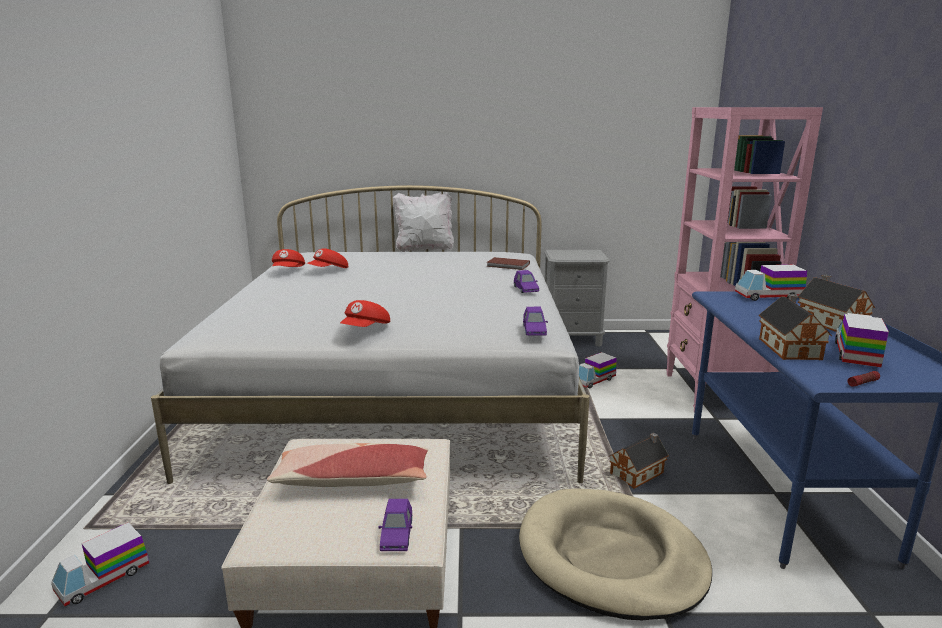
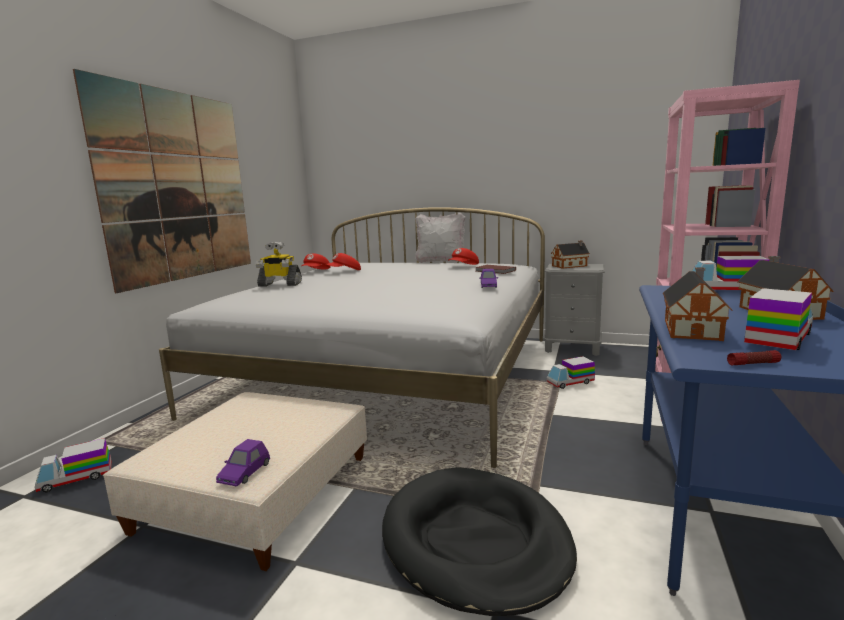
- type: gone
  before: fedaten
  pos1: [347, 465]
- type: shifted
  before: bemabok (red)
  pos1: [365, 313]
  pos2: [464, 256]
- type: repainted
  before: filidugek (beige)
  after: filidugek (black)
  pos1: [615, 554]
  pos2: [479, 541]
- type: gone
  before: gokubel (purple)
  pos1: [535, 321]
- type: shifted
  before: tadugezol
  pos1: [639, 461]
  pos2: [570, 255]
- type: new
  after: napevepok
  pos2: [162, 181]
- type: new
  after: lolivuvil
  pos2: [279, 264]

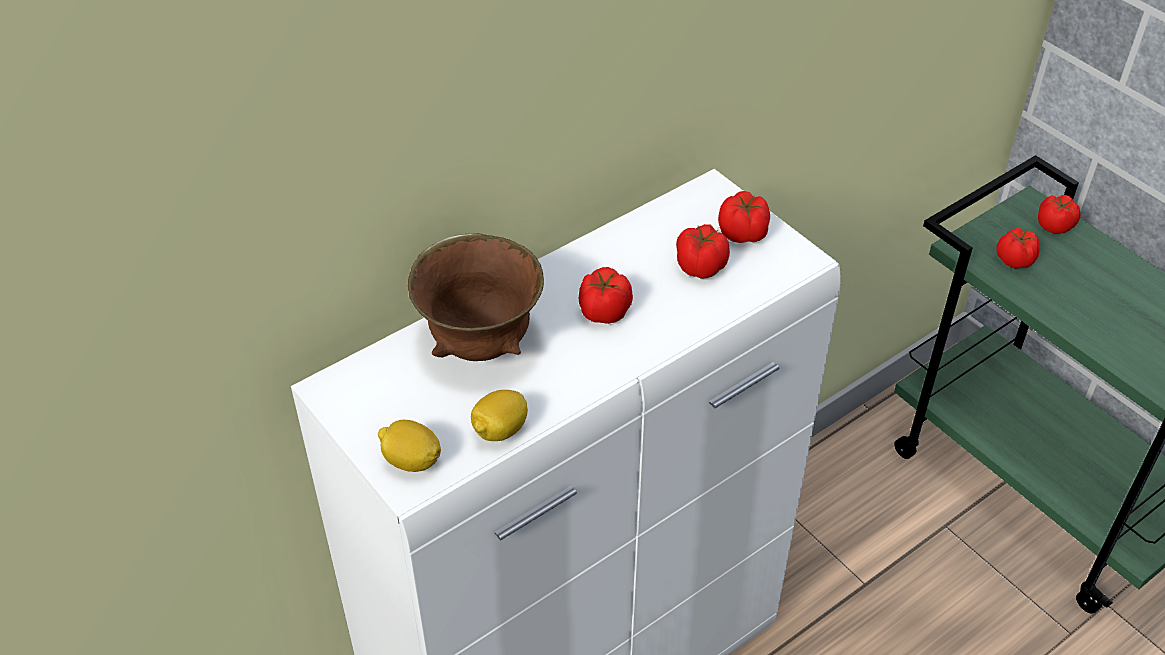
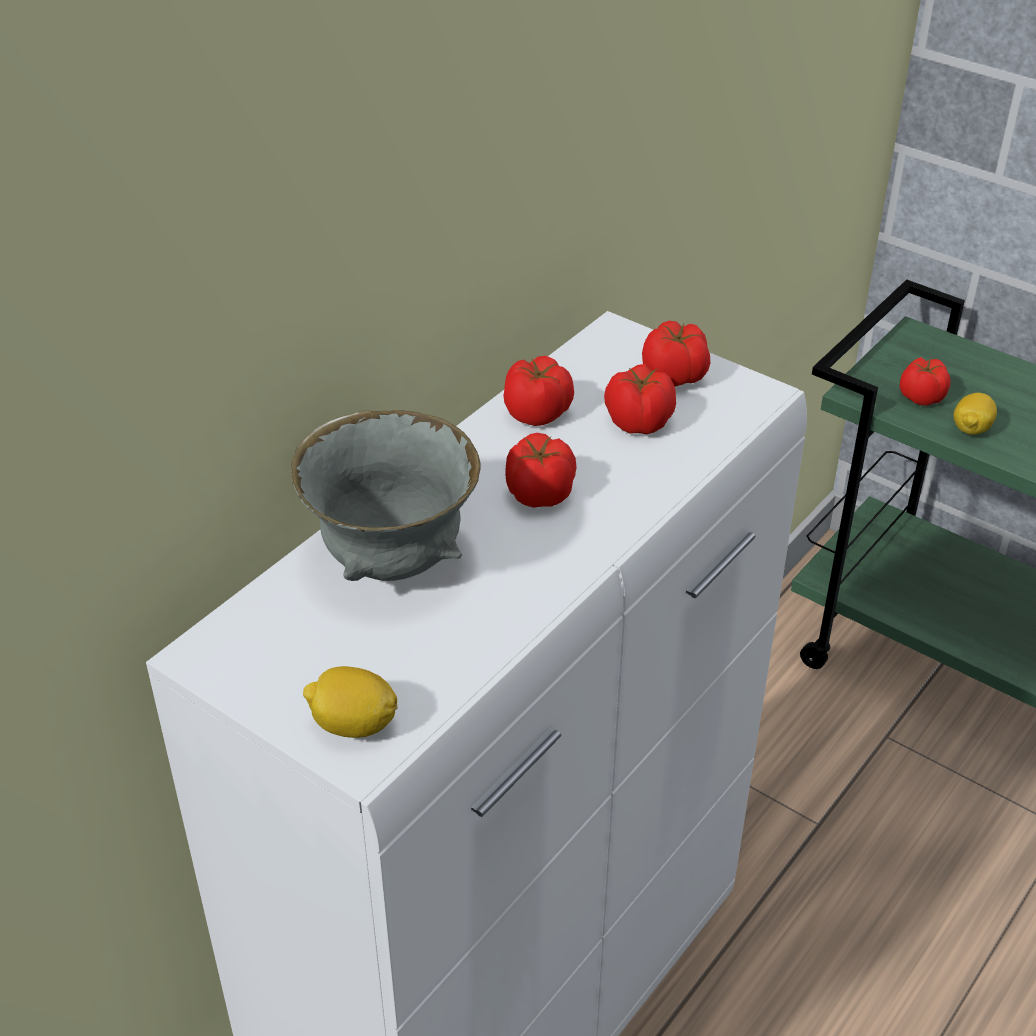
- type: repainted
  before: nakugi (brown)
  after: nakugi (grey)
  pos1: [476, 297]
  pos2: [386, 495]
- type: shifted
  before: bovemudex
  pos1: [499, 415]
  pos2: [975, 414]
- type: shifted
  before: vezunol
  pos1: [1059, 214]
  pos2: [538, 391]

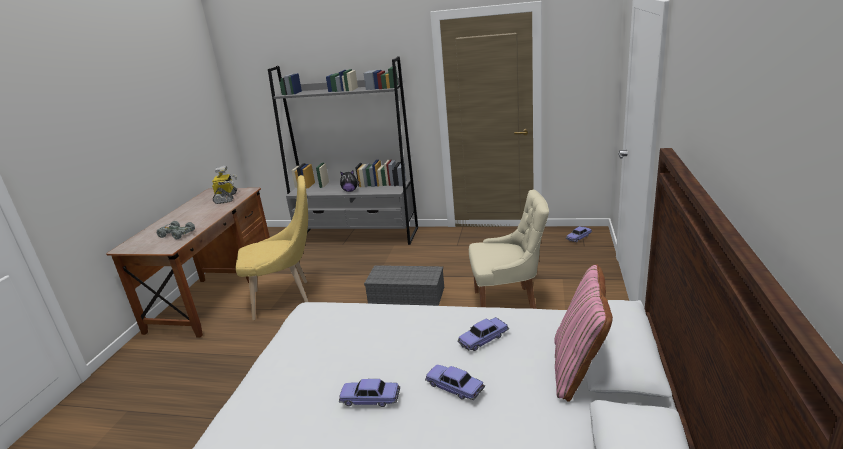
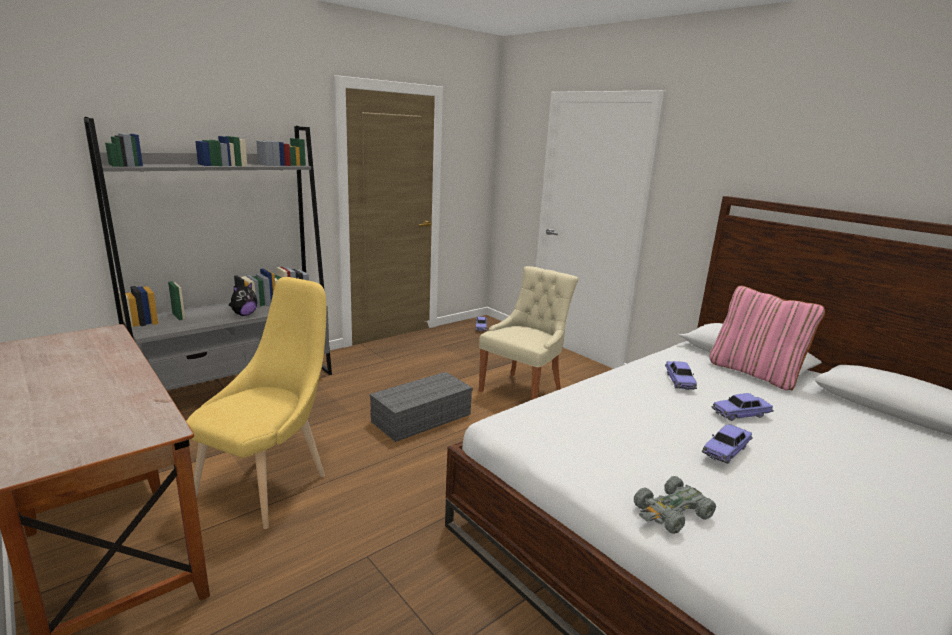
- type: shifted
  before: gokubel (grey)
  pos1: [176, 230]
  pos2: [675, 505]
- type: gone
  before: lolivuvil
  pos1: [224, 185]

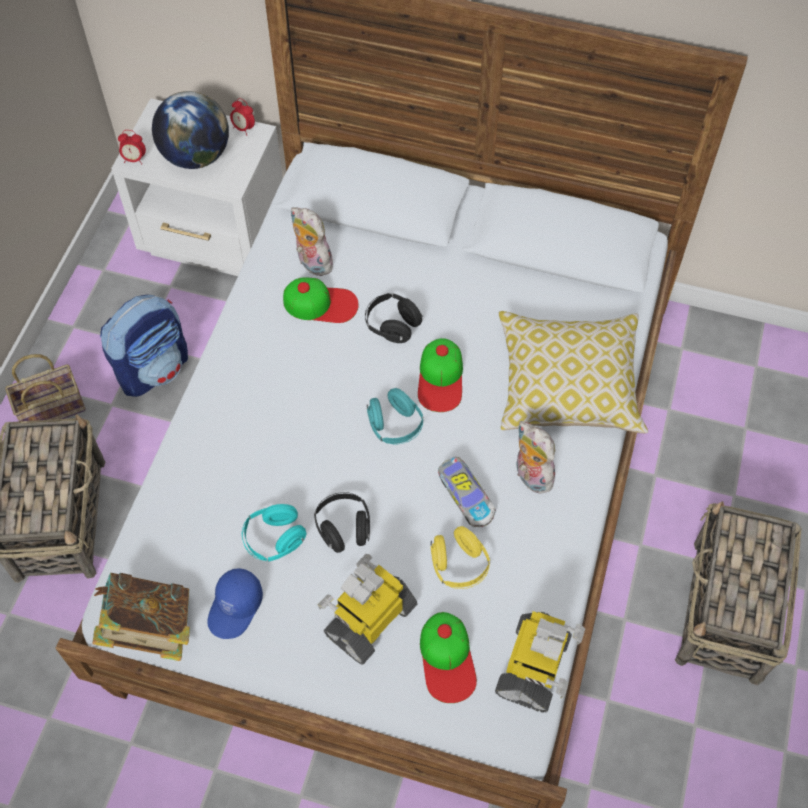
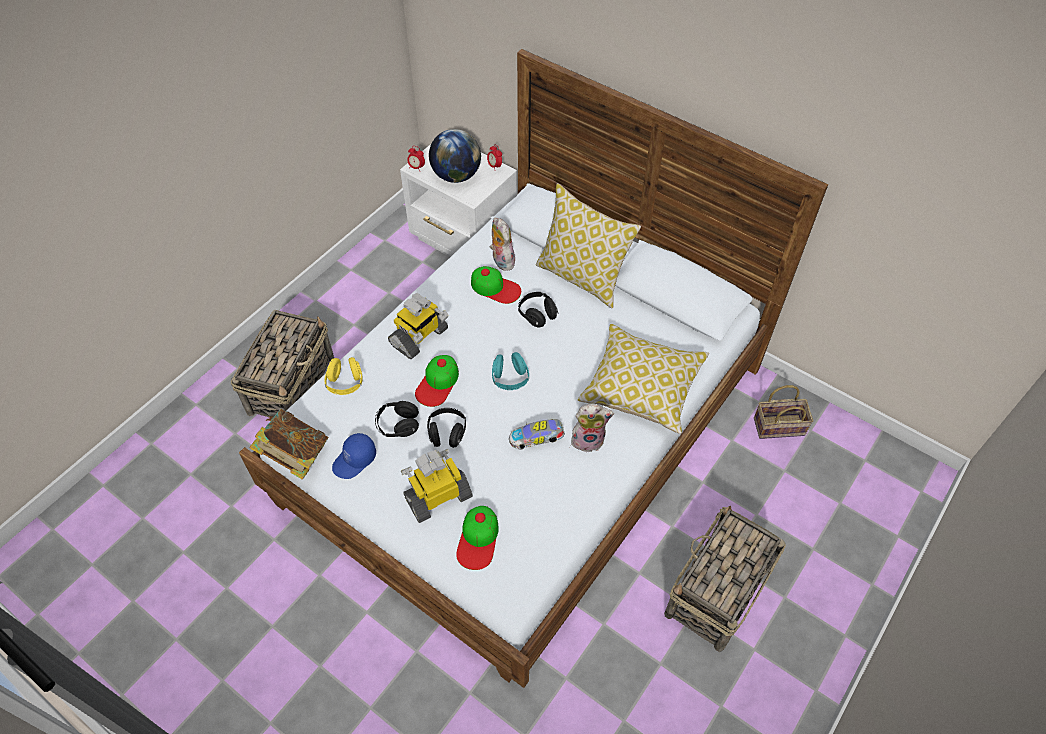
- type: shifted
  before: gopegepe
  pos1: [45, 387]
  pos2: [783, 412]
- type: gone
  before: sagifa
  pos1: [144, 346]
- type: repainted
  before: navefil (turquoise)
  after: navefil (black)
  pos1: [274, 533]
  pos2: [397, 419]
- type: shifted
  before: bemabok
  pos1: [440, 375]
  pos2: [437, 381]
- type: shifted
  before: navefil (yellow)
  pos1: [460, 557]
  pos2: [343, 376]
- type: rotated
  before: gokubel
  pos1: [467, 492]
  pos2: [537, 434]
  turn: 90
- type: shifted
  before: lolivuvil
  pos1: [540, 662]
  pos2: [418, 326]
- type: rotated
  before: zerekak
  pos1: [537, 457]
  pos2: [592, 428]
  turn: 105
- type: new
  after: fedaten
  pos2: [588, 245]

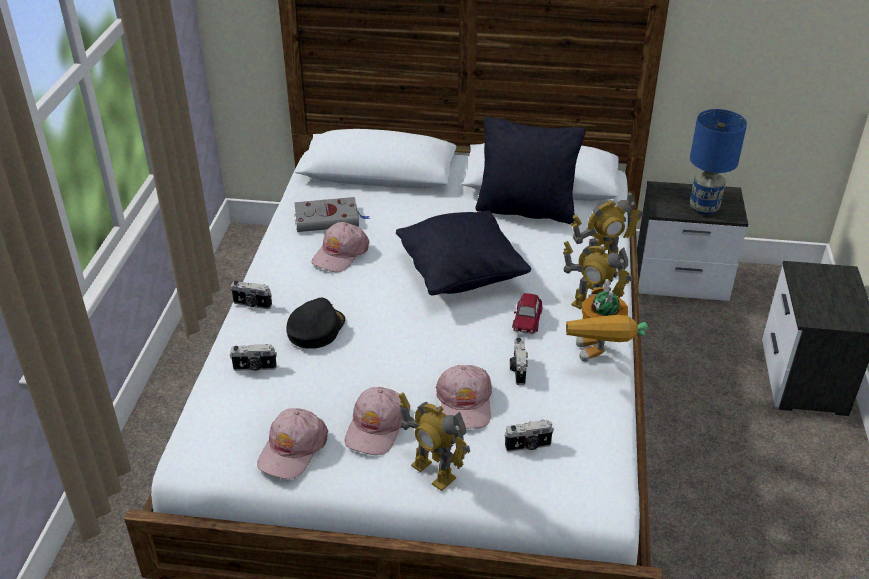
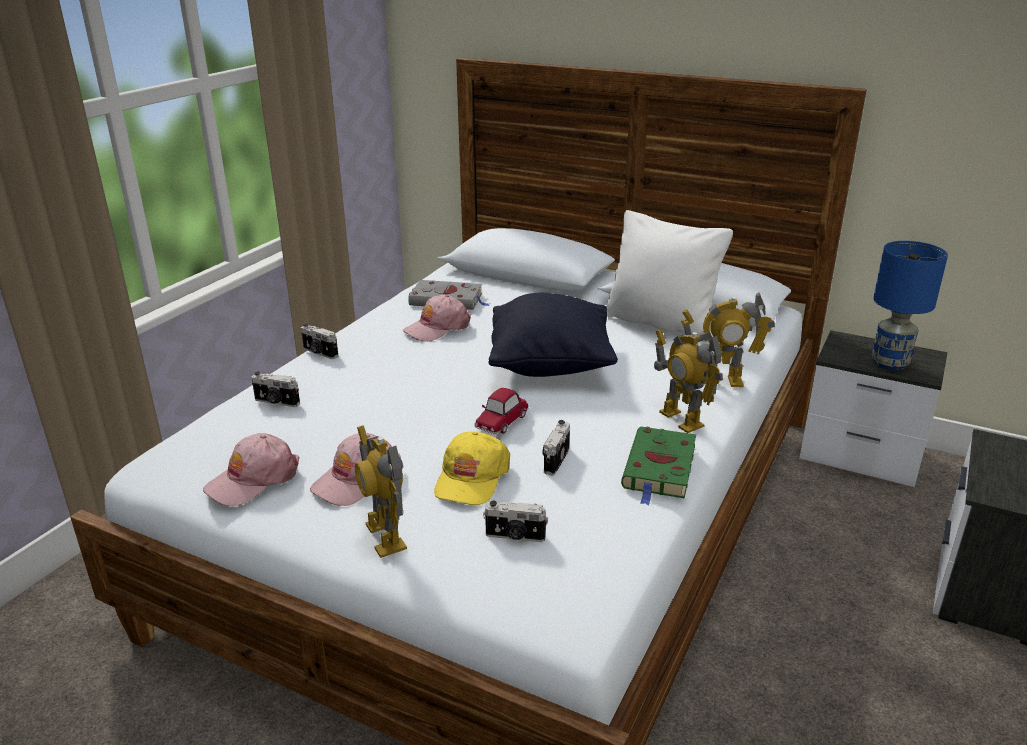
- type: gone
  before: bemabok (black)
  pos1: [315, 323]
- type: repainted
  before: bemabok (pink)
  after: bemabok (yellow)
  pos1: [464, 397]
  pos2: [472, 468]
- type: repainted
  before: fedaten (black)
  after: fedaten (white)
  pos1: [530, 170]
  pos2: [669, 276]
- type: shifted
  before: gokubel
  pos1: [527, 313]
  pos2: [502, 411]
- type: swapped
  before: lolivuvil
  after: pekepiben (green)
  pos1: [607, 320]
  pos2: [658, 465]

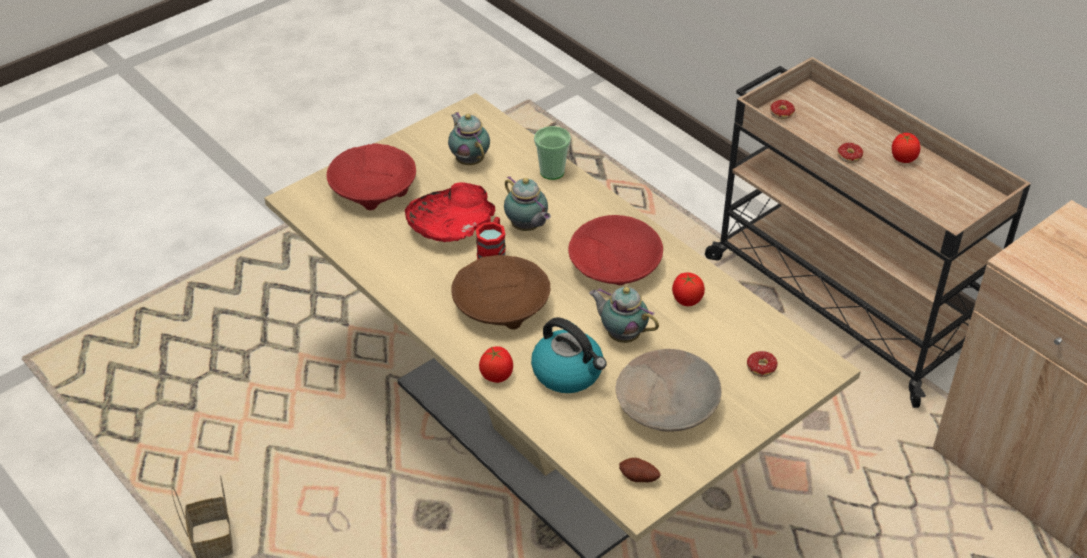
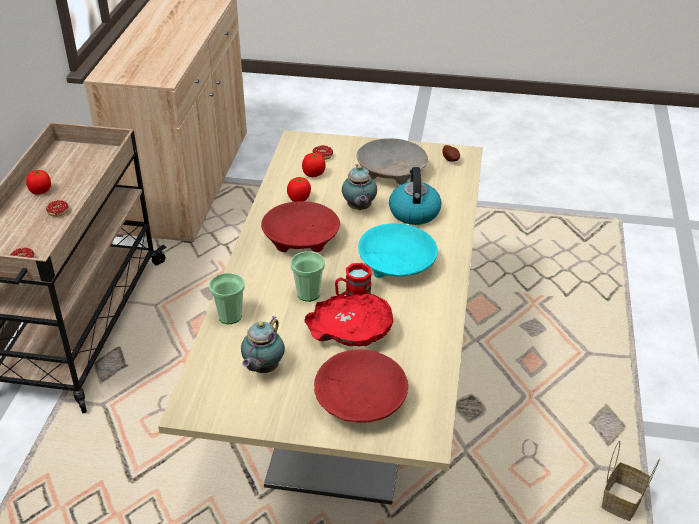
- type: repainted
  before: nakugi (brown)
  after: nakugi (turquoise)
  pos1: [500, 292]
  pos2: [398, 250]
- type: shifted
  before: vezunol
  pos1: [496, 364]
  pos2: [314, 165]
- type: swapped
  before: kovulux
  after: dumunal
  pos1: [527, 203]
  pos2: [307, 276]

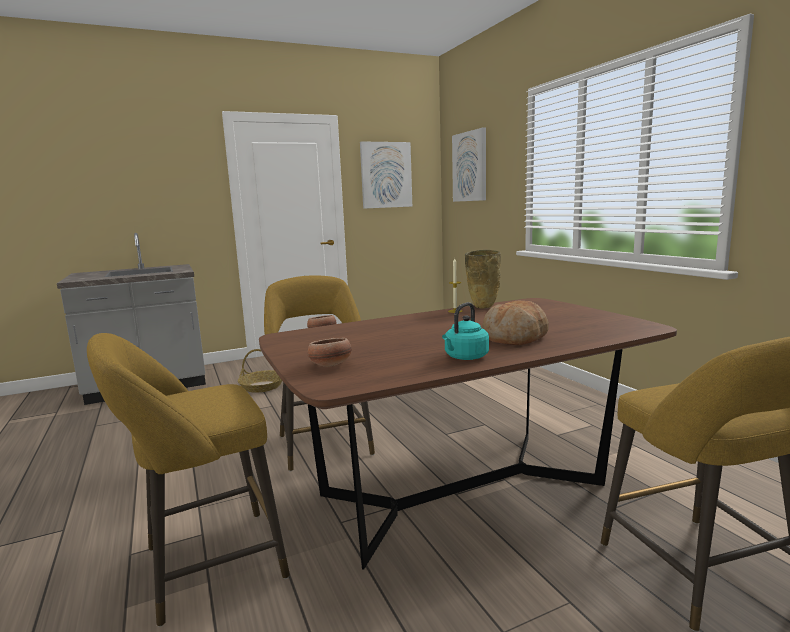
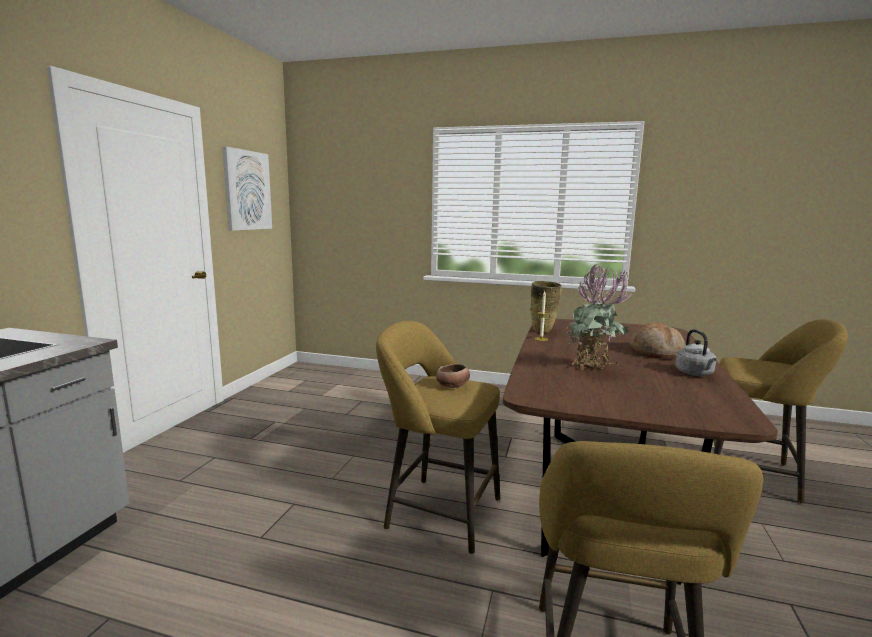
- type: gone
  before: gopegepe
  pos1: [260, 371]
- type: gone
  before: nakugi
  pos1: [330, 352]
- type: repainted
  before: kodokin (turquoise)
  after: kodokin (grey)
  pos1: [465, 331]
  pos2: [696, 352]
- type: gone
  before: napevepok
  pos1: [469, 164]
- type: new
  after: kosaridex
  pos2: [599, 317]

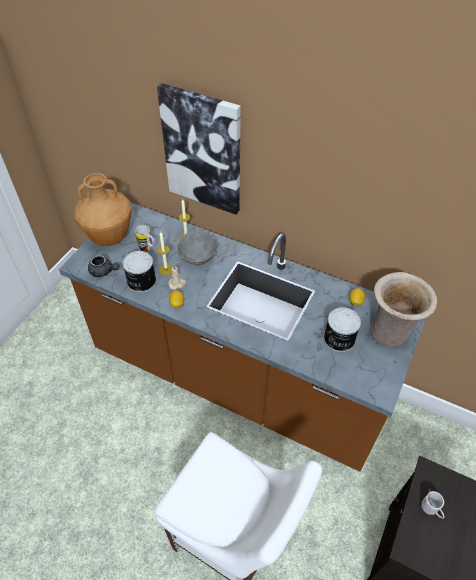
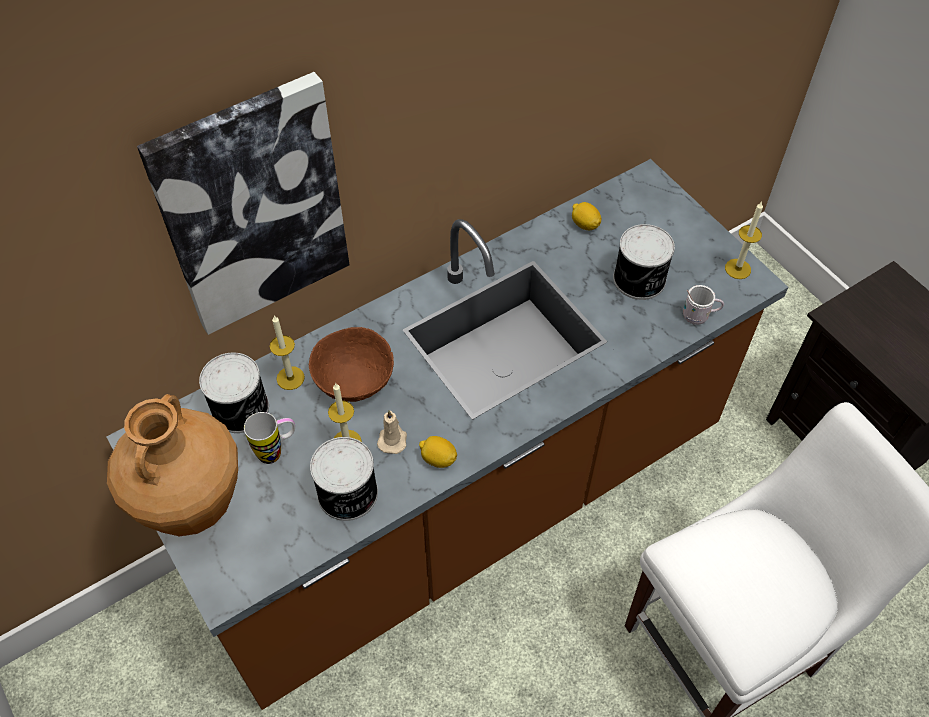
- type: gone
  before: kovulux (grey)
  pos1: [103, 265]
- type: repainted
  before: nakugi (grey)
  after: nakugi (brown)
  pos1: [197, 248]
  pos2: [351, 364]
- type: gone
  before: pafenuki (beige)
  pos1: [403, 310]
- type: shifted
  before: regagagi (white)
  pos1: [433, 504]
  pos2: [703, 305]
- type: new
  after: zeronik
  pos2: [234, 393]
- type: new
  after: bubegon
  pos2: [744, 240]

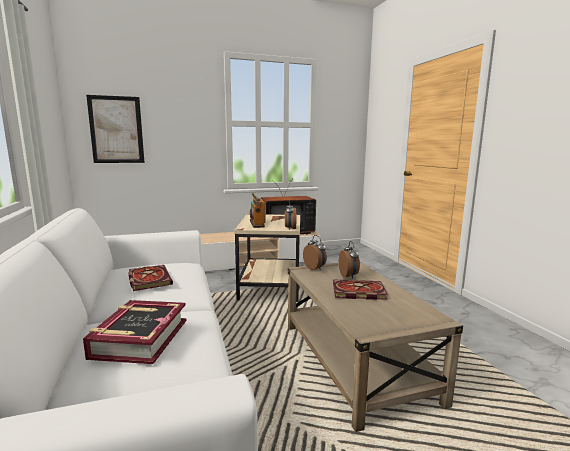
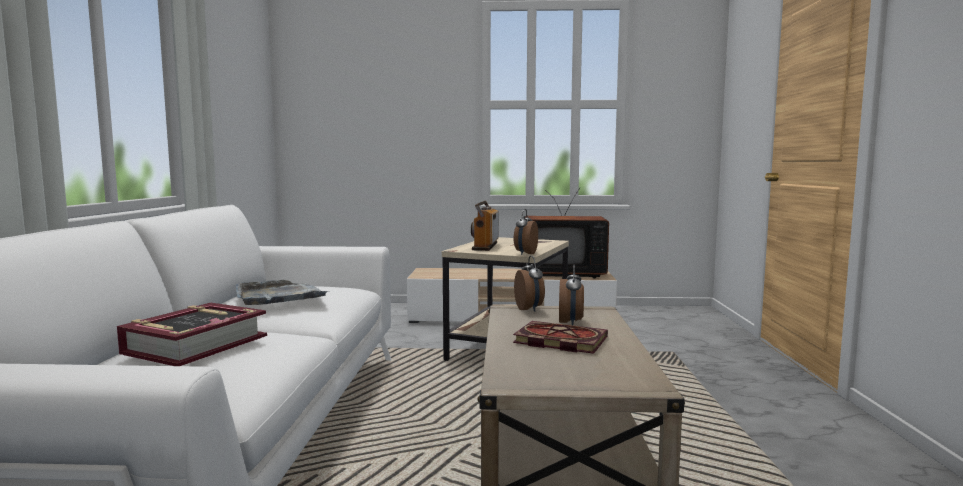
- type: gone
  before: napevepok
  pos1: [115, 129]
- type: swapped
  before: pekepiben
  after: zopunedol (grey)
  pos1: [150, 278]
  pos2: [282, 292]

